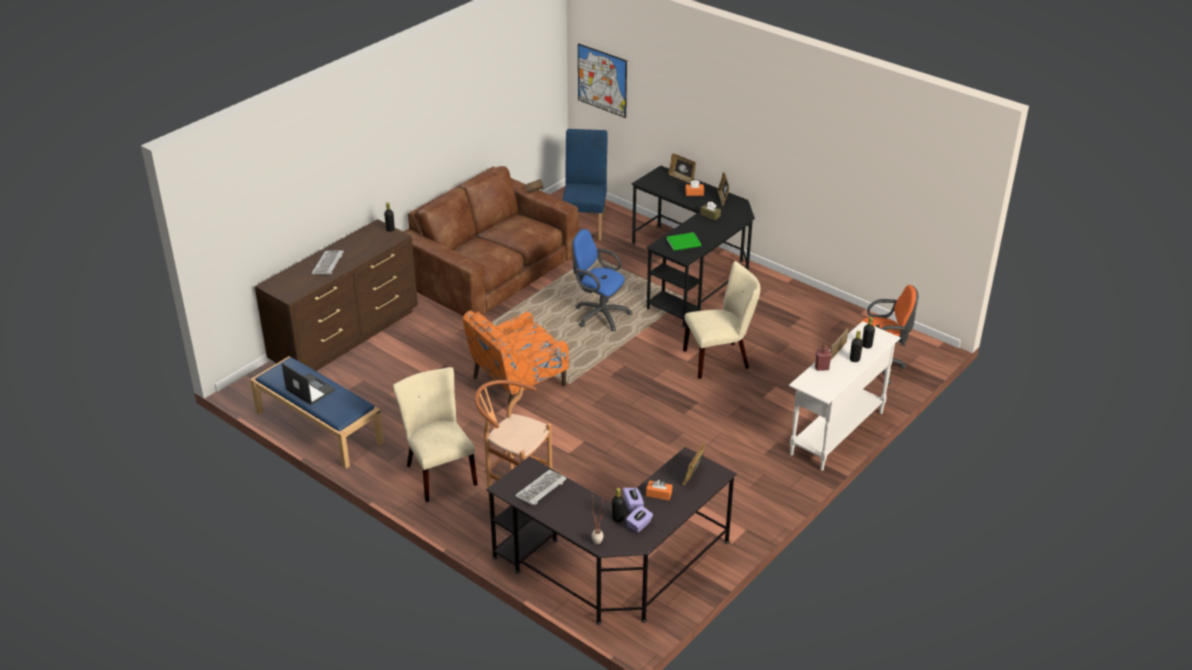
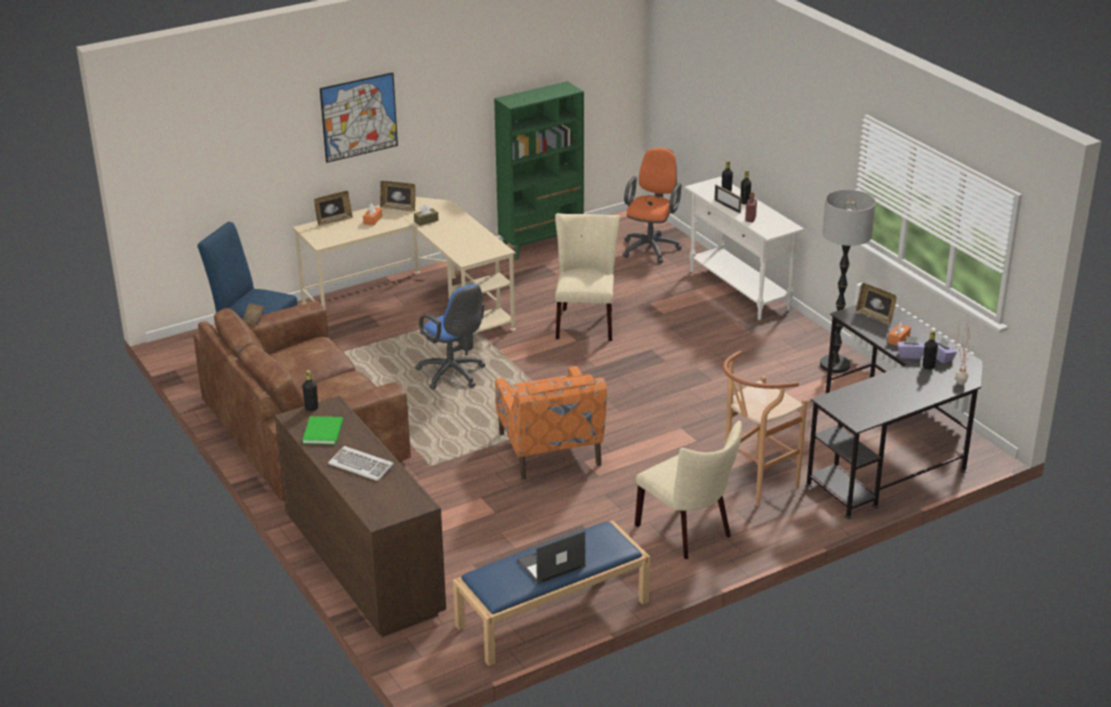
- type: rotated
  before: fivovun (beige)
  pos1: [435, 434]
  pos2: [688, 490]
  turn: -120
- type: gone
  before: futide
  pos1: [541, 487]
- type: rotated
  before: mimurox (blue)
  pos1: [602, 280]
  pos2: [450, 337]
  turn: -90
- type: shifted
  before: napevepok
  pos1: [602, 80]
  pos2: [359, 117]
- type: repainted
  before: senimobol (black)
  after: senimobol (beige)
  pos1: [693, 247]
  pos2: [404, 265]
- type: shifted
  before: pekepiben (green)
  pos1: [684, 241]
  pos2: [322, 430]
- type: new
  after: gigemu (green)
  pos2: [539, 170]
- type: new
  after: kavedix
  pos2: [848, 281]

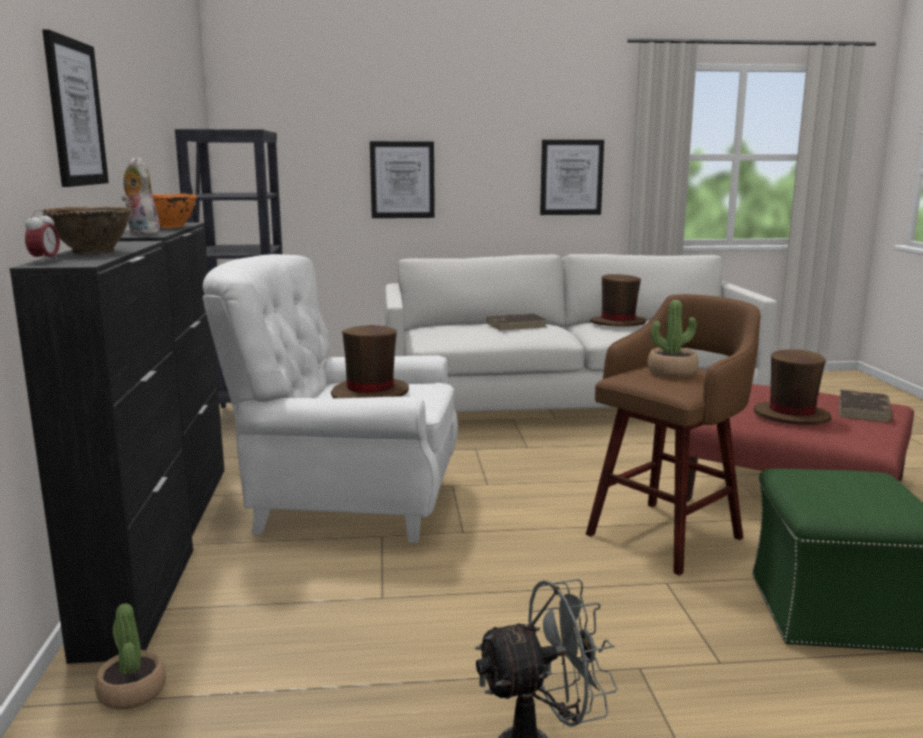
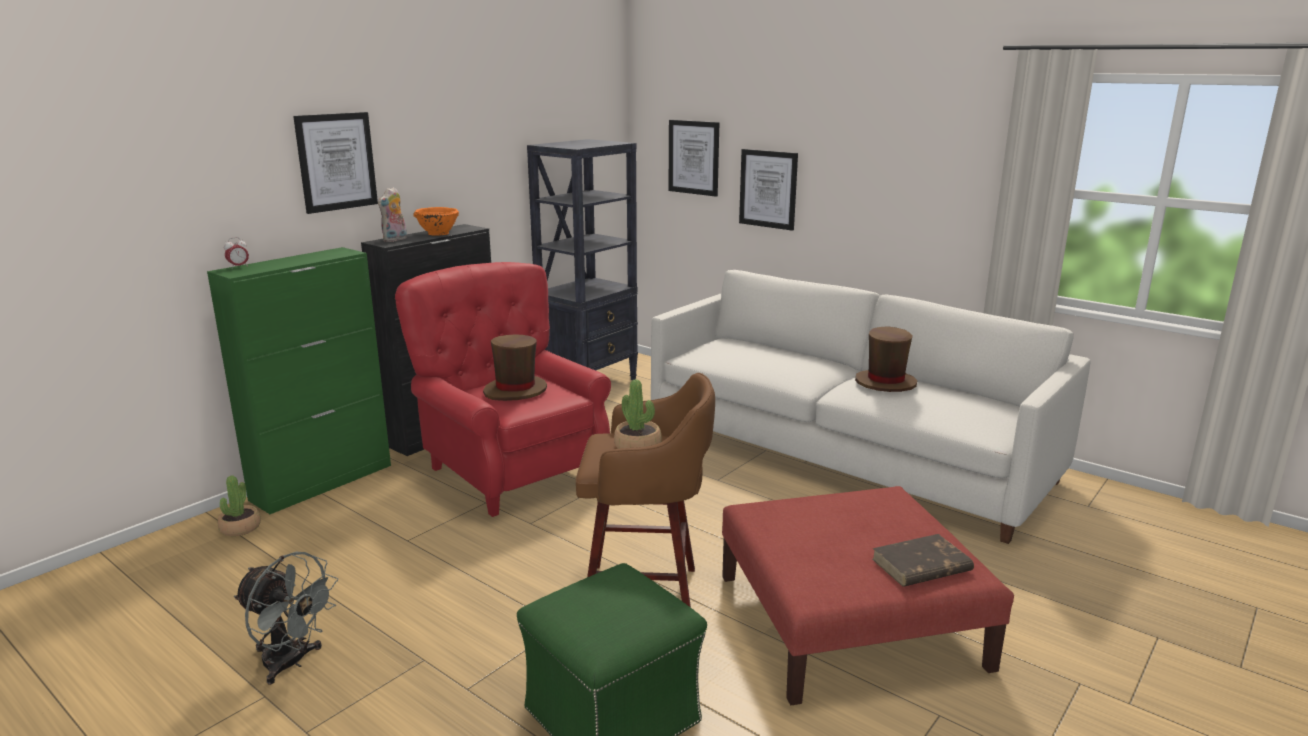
- type: repainted
  before: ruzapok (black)
  after: ruzapok (green)
  pos1: [101, 452]
  pos2: [299, 380]
- type: gone
  before: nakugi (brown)
  pos1: [87, 230]
- type: rotated
  before: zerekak
  pos1: [142, 195]
  pos2: [392, 214]
  turn: -150
- type: repainted
  before: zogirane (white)
  after: zogirane (red)
  pos1: [330, 398]
  pos2: [503, 389]
- type: gone
  before: pekepiben (brown)
  pos1: [517, 322]
- type: shifted
  before: napevepok
  pos1: [572, 177]
  pos2: [694, 158]
- type: gone
  before: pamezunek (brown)
  pos1: [792, 387]

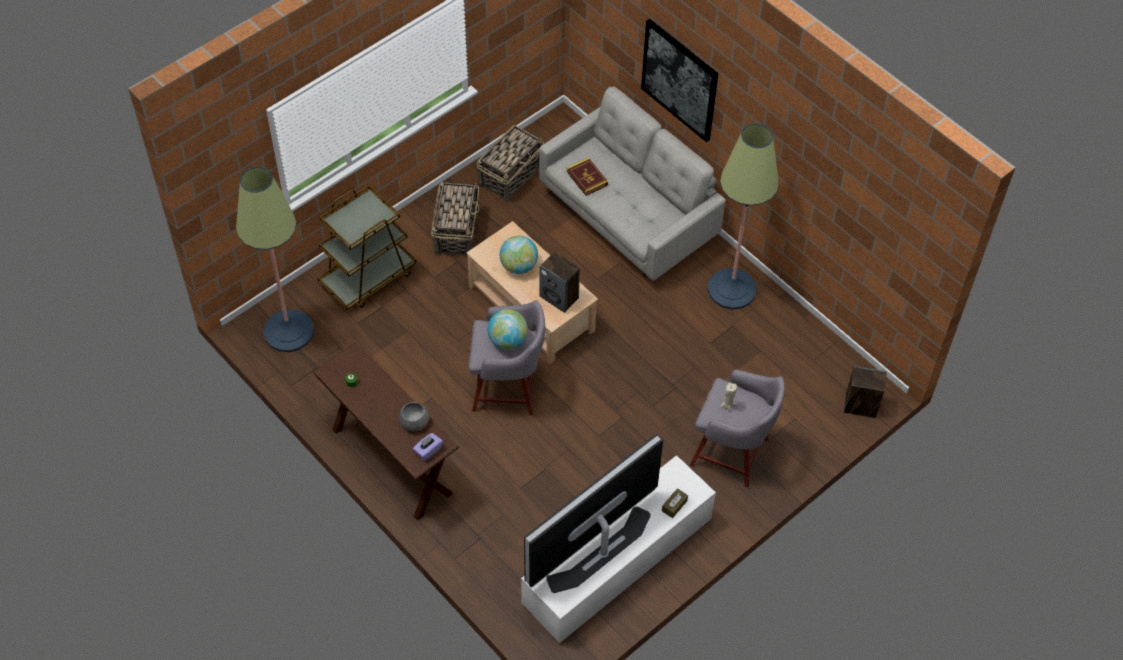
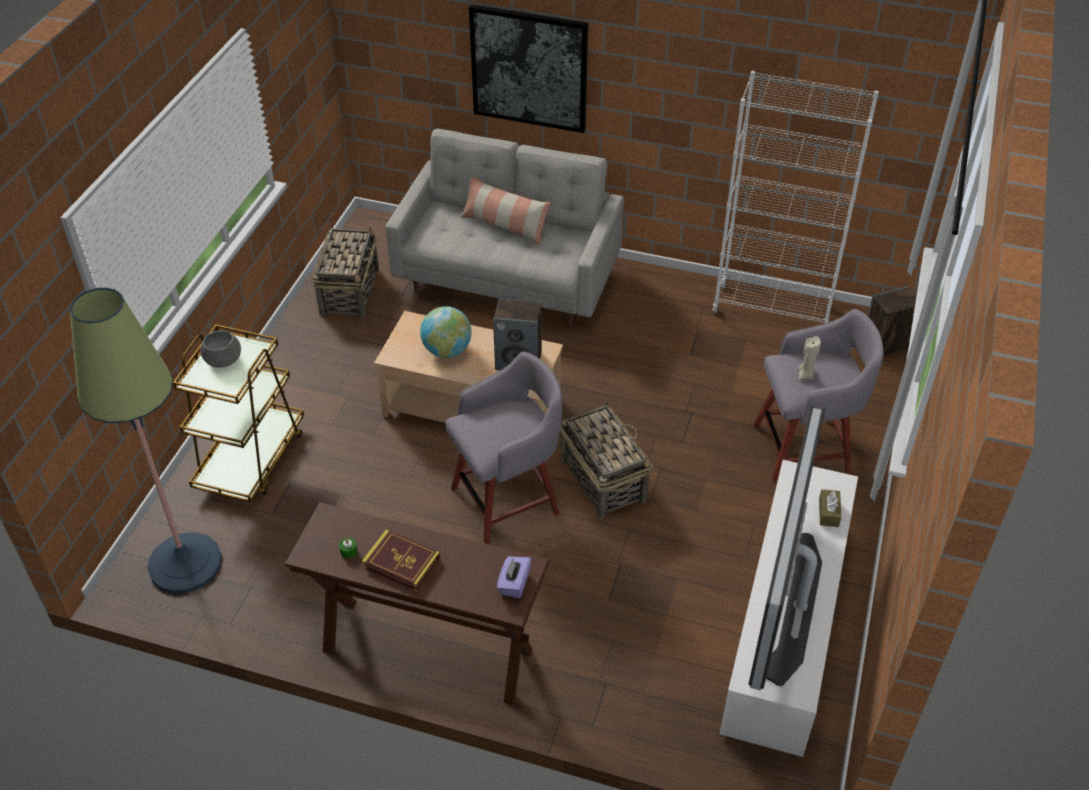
- type: shifted
  before: nakugi (grey)
  pos1: [414, 416]
  pos2: [220, 349]
- type: shifted
  before: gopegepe
  pos1: [455, 220]
  pos2: [606, 459]
- type: gone
  before: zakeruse
  pos1: [507, 329]
- type: shifted
  before: pekepiben
  pos1: [587, 176]
  pos2: [401, 560]
- type: gone
  before: kavedix
  pos1: [743, 216]
- type: new
  after: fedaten
  pos2: [505, 211]
- type: new
  after: gigemu (white)
  pos2: [795, 197]

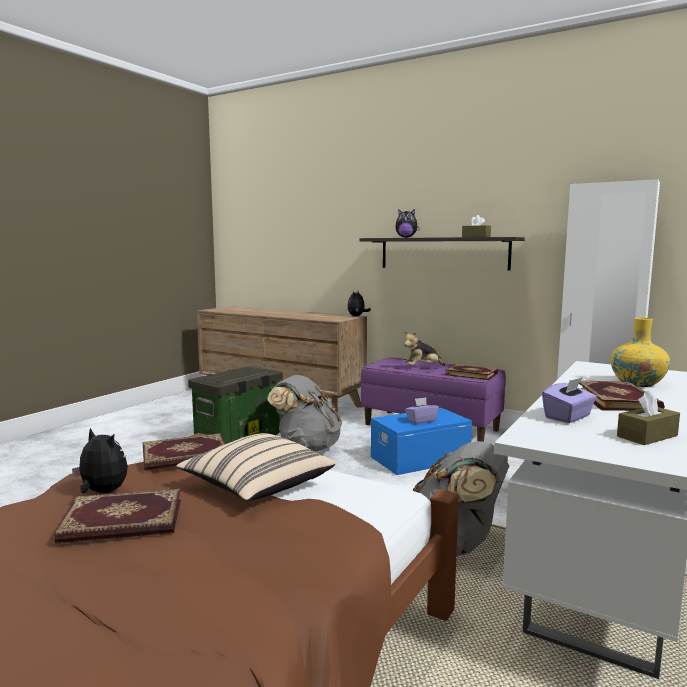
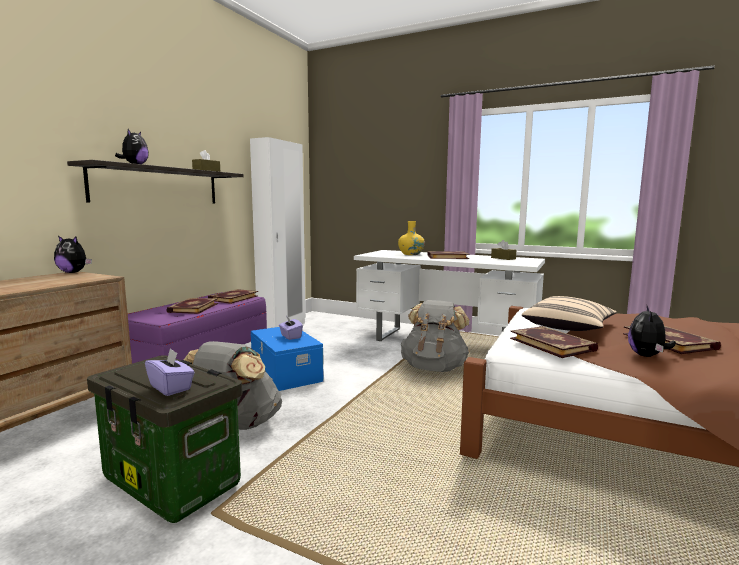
- type: swapped
  before: zerekak
  after: pekepiben
  pos1: [424, 348]
  pos2: [192, 306]
- type: shifted
  before: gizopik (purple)
  pos1: [569, 400]
  pos2: [170, 372]

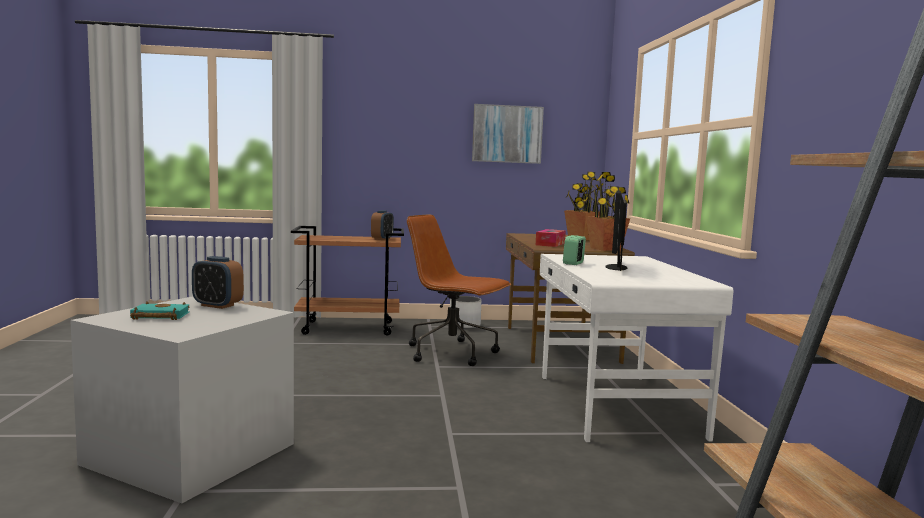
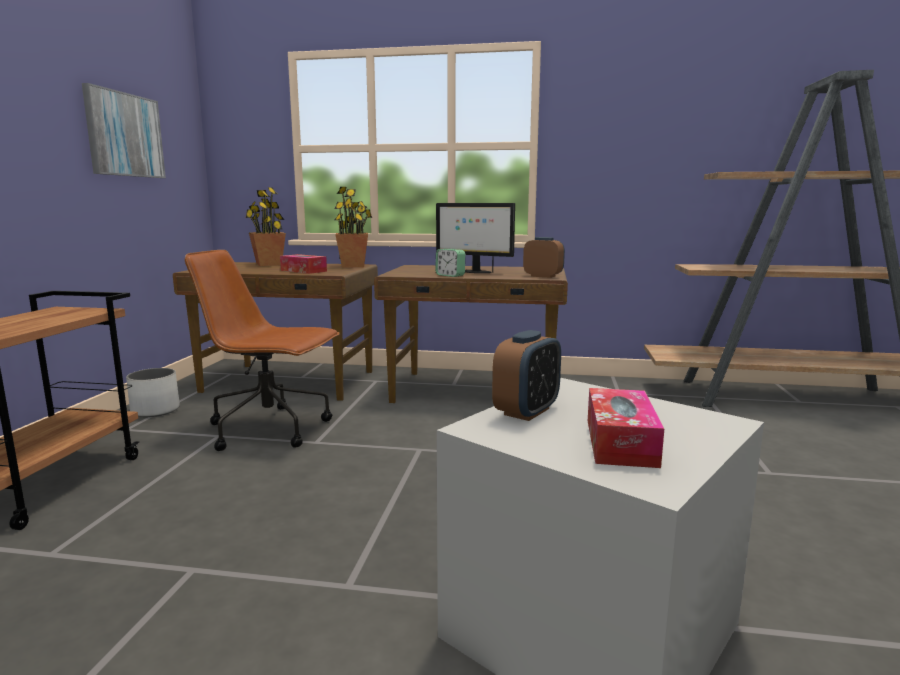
- type: swapped
  before: pekepiben (turquoise)
  after: gizopik
  pos1: [159, 311]
  pos2: [626, 428]
- type: shifted
  before: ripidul
  pos1: [382, 225]
  pos2: [544, 257]
- type: rotated
  before: mimurox (brown)
  pos1: [459, 290]
  pos2: [262, 350]
  turn: 60
- type: repainted
  before: senimobol (white)
  after: senimobol (brown)
  pos1: [636, 348]
  pos2: [471, 334]

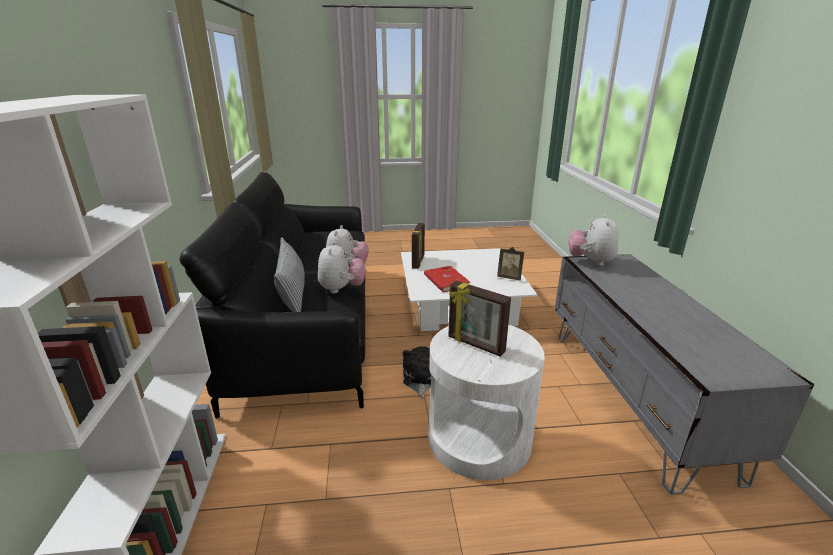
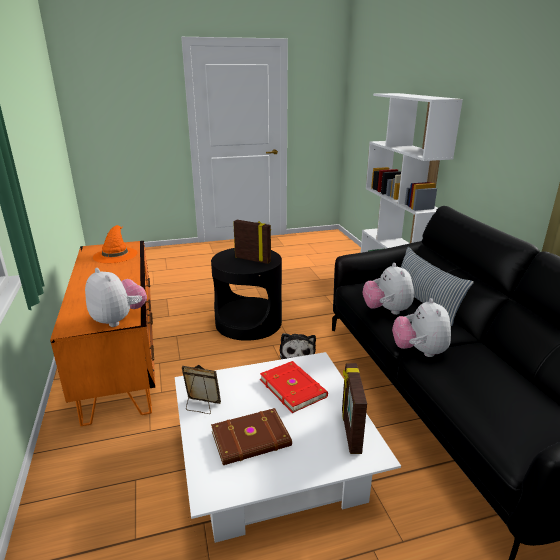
- type: repainted
  before: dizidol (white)
  after: dizidol (black)
  pos1: [486, 402]
  pos2: [246, 294]
- type: repainted
  before: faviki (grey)
  after: faviki (orange)
  pos1: [684, 374]
  pos2: [102, 333]
- type: rotated
  before: zerekak
  pos1: [593, 240]
  pos2: [116, 297]
  turn: -45
- type: new
  after: pamezunek (orange)
  pos2: [115, 244]
- type: new
  after: pekepiben (brown)
  pos2: [251, 436]

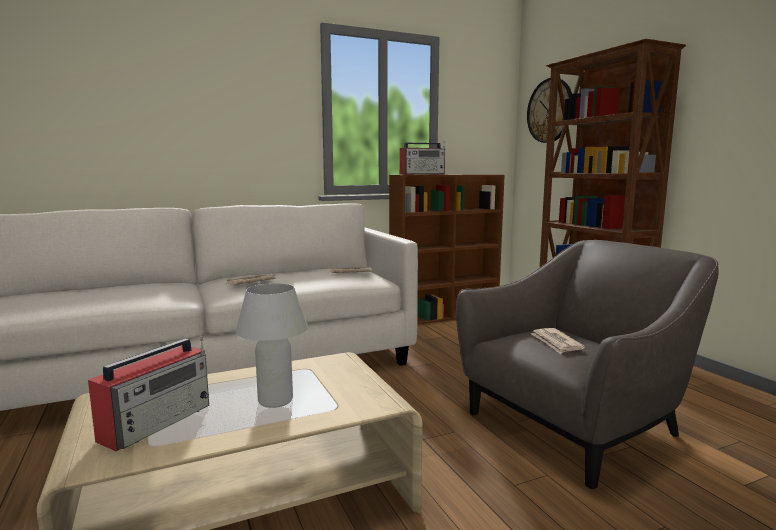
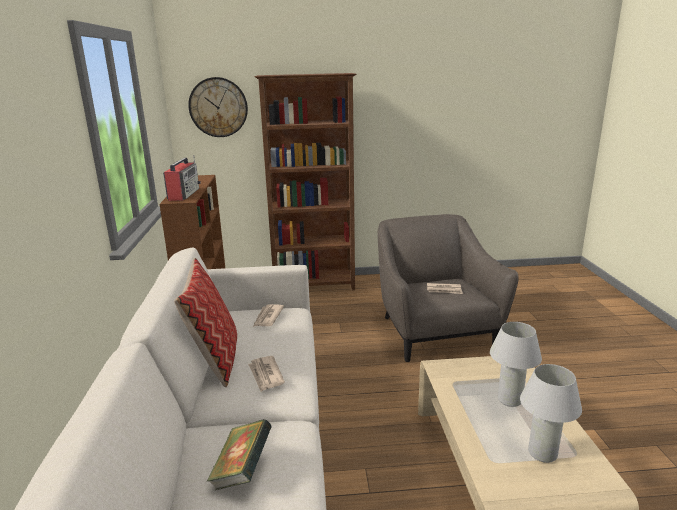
- type: swapped
  before: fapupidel
  after: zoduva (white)
  pos1: [148, 393]
  pos2: [551, 413]
- type: new
  after: fedaten
  pos2: [205, 322]
- type: new
  after: pekepiben
  pos2: [239, 454]

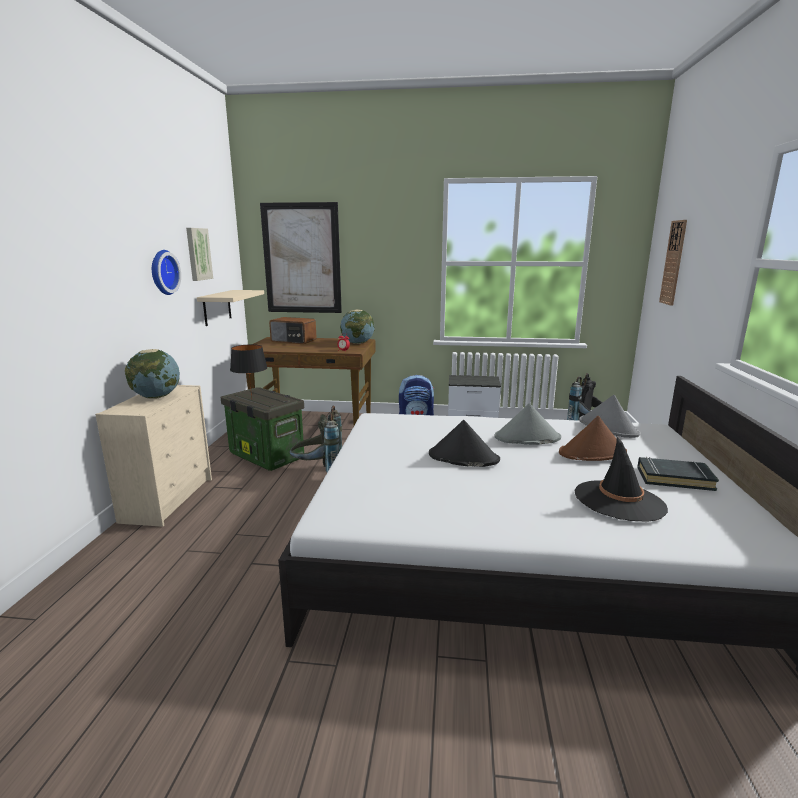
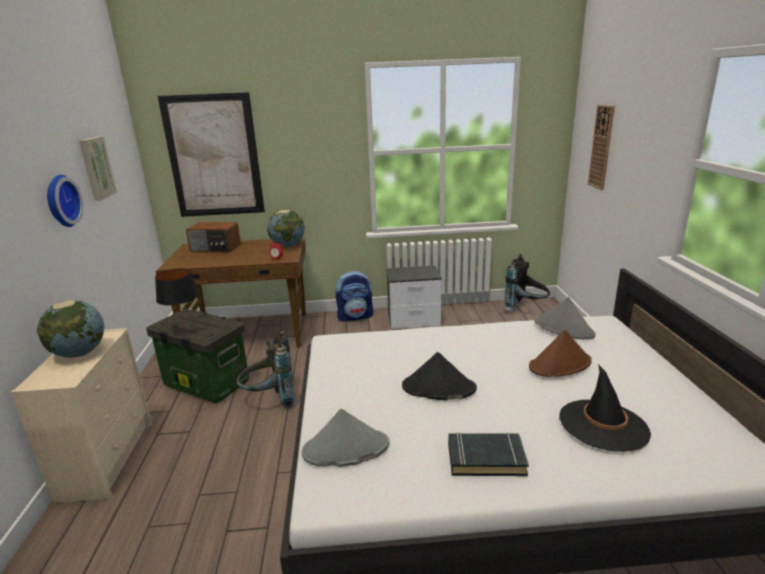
- type: gone
  before: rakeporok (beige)
  pos1: [230, 308]
- type: shifted
  before: pamezunek (grey)
  pos1: [527, 424]
  pos2: [345, 438]
- type: shifted
  before: pekepiben (black)
  pos1: [678, 474]
  pos2: [488, 454]

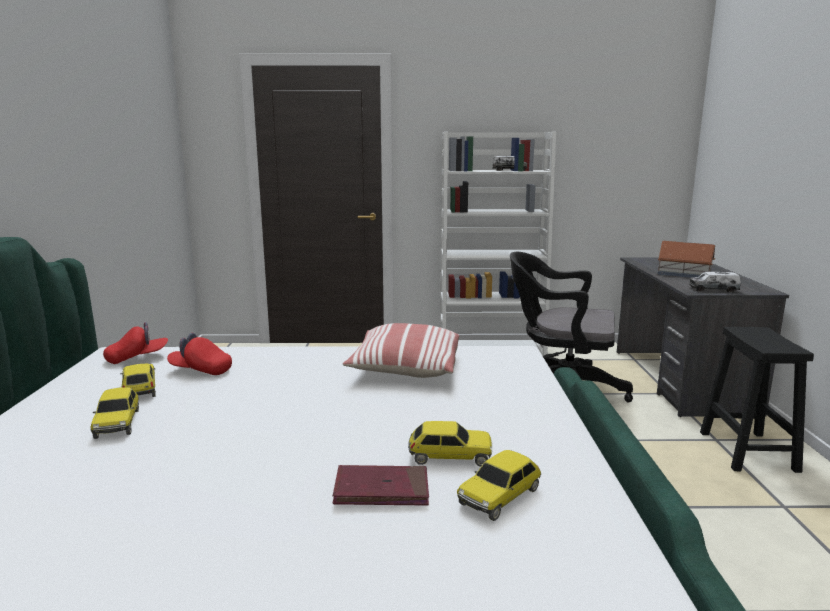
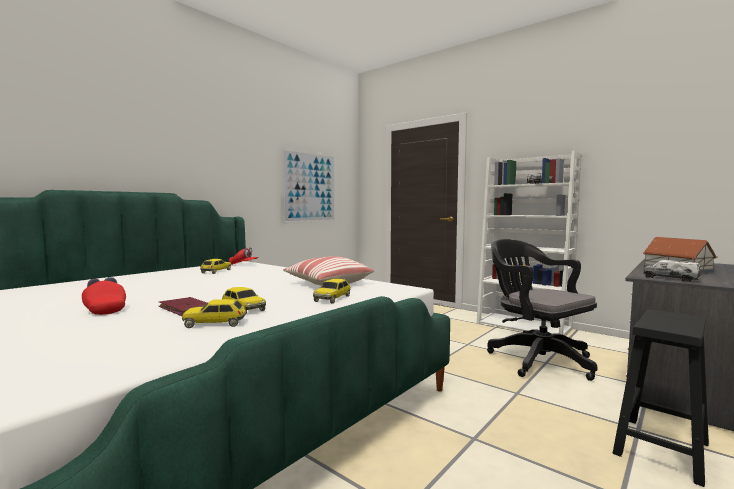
- type: shifted
  before: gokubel
  pos1: [114, 413]
  pos2: [332, 291]
- type: shifted
  before: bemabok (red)
  pos1: [199, 354]
  pos2: [104, 296]
- type: new
  after: napevepok
  pos2: [308, 186]

